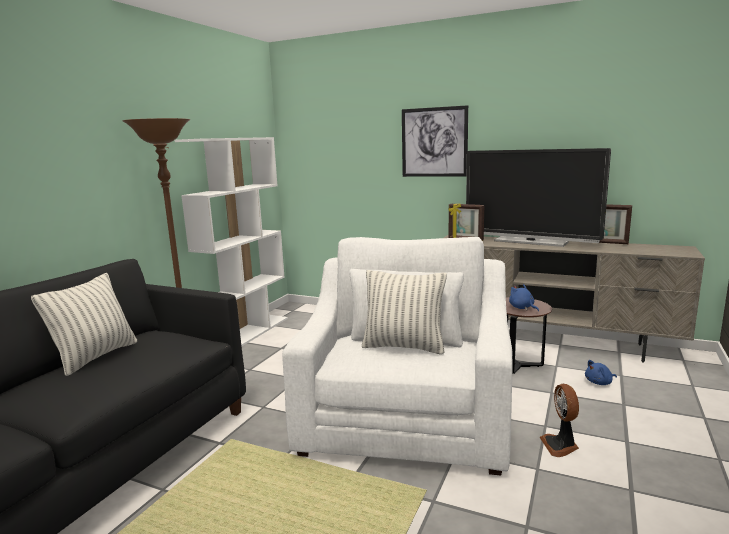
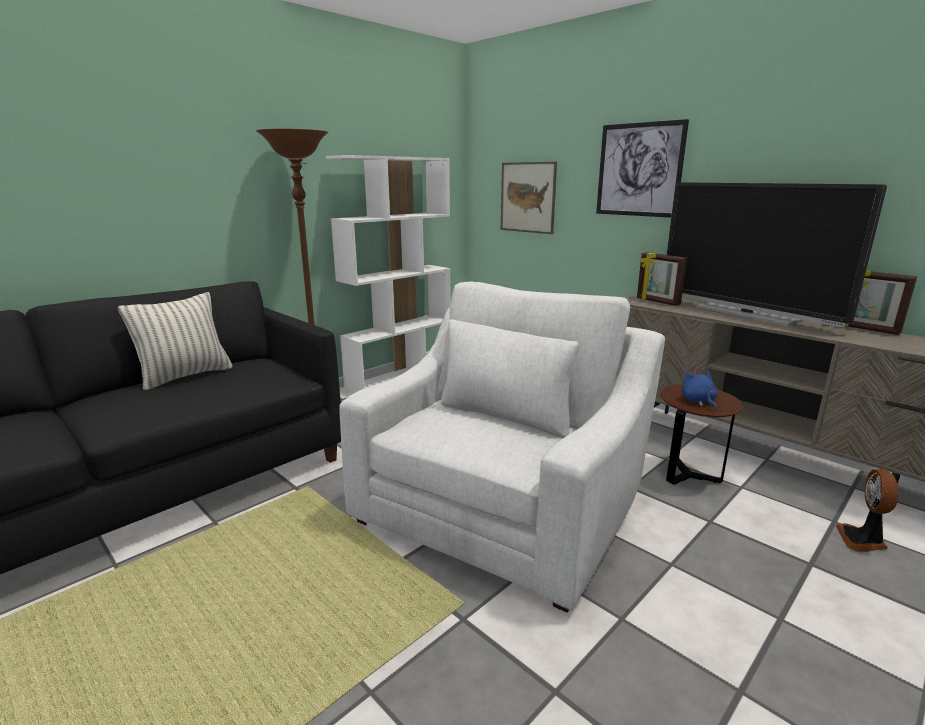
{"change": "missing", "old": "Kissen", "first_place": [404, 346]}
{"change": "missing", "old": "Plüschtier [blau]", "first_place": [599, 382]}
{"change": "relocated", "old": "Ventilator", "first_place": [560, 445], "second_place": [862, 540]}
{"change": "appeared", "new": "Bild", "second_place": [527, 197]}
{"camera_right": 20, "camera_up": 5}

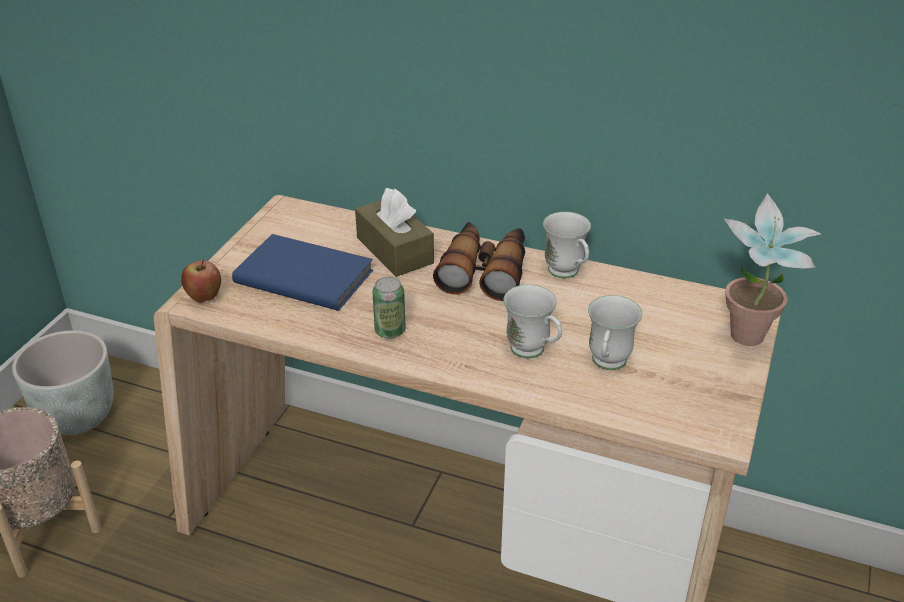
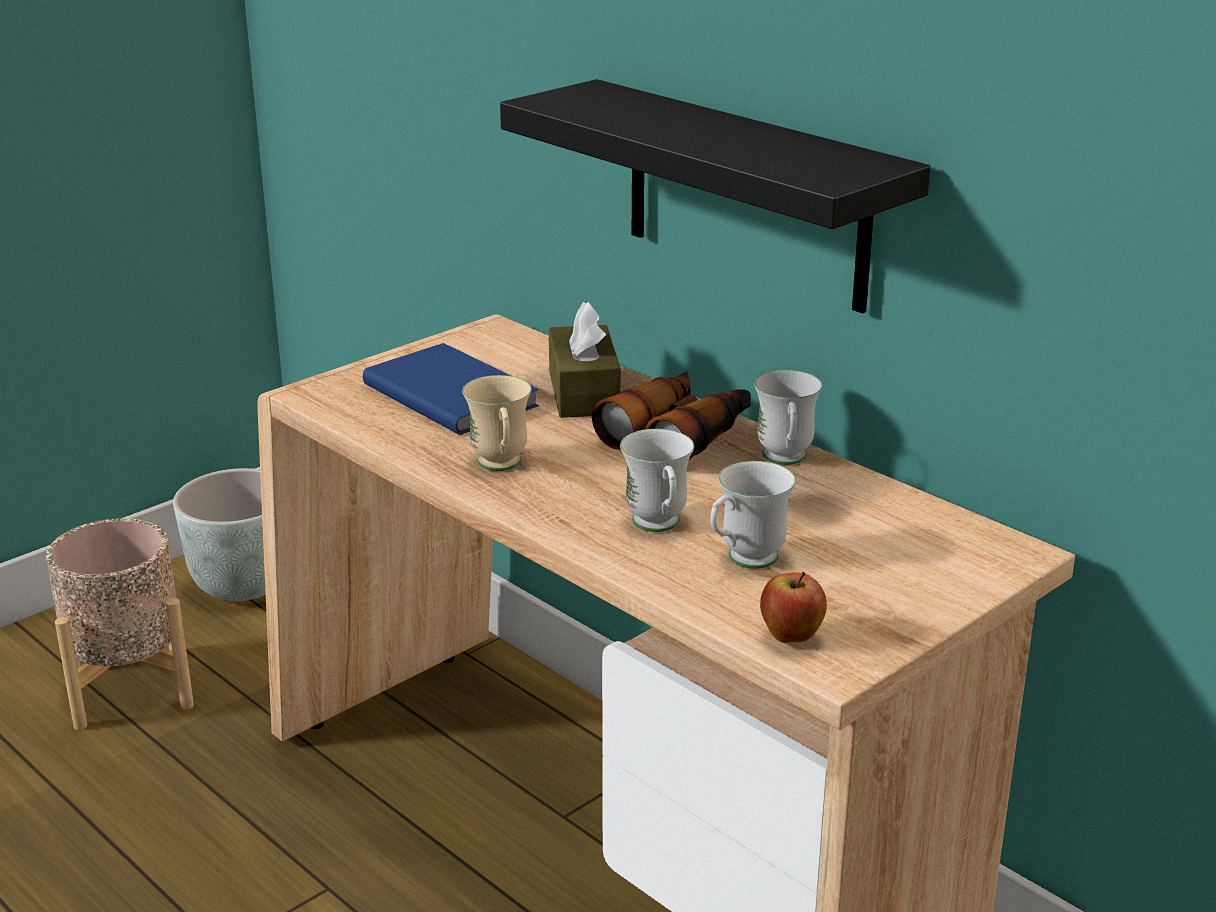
{"change": "missing", "old": "Topfpflanze", "first_place": [748, 344]}
{"change": "relocated", "old": "Apfel", "first_place": [204, 298], "second_place": [791, 638]}
{"change": "exchanged", "old": "Dose", "new": "Henkelbecher [beige]", "first_place": [390, 331], "second_place": [501, 467]}
{"change": "appeared", "new": "Wandregal [schwarz]", "second_place": [746, 195]}
{"camera_right": 25, "camera_up": -10}

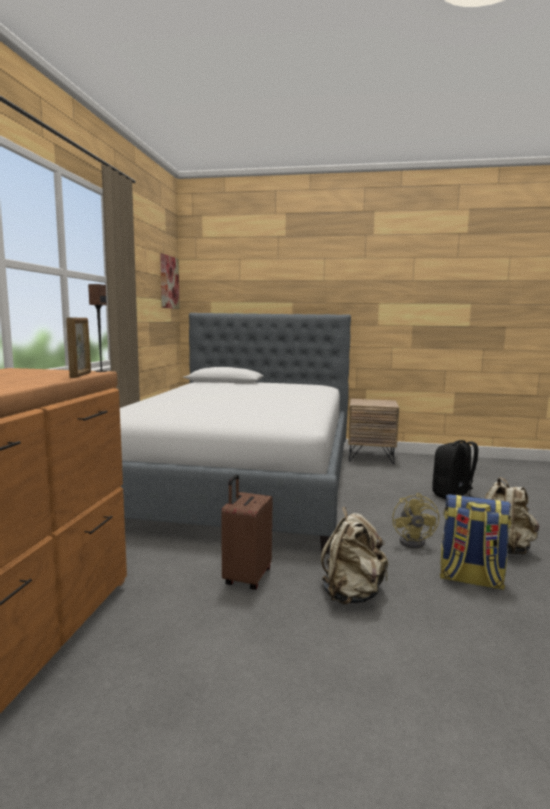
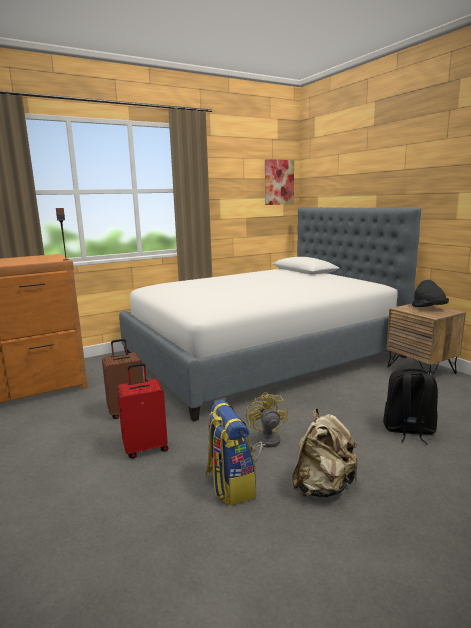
{"change": "missing", "old": "Bilderrahmen", "first_place": [81, 375]}
{"change": "spun", "old": "Ventilator [gelb]", "first_place": [415, 541], "second_place": [265, 444], "degrees": 120}
{"change": "exchanged", "old": "Rucksack [beige]", "new": "Koffer [rot]", "first_place": [352, 594], "second_place": [145, 448]}
{"change": "appeared", "new": "Hut [schwarz]", "second_place": [428, 308]}
{"camera_right": 50, "camera_up": 5}

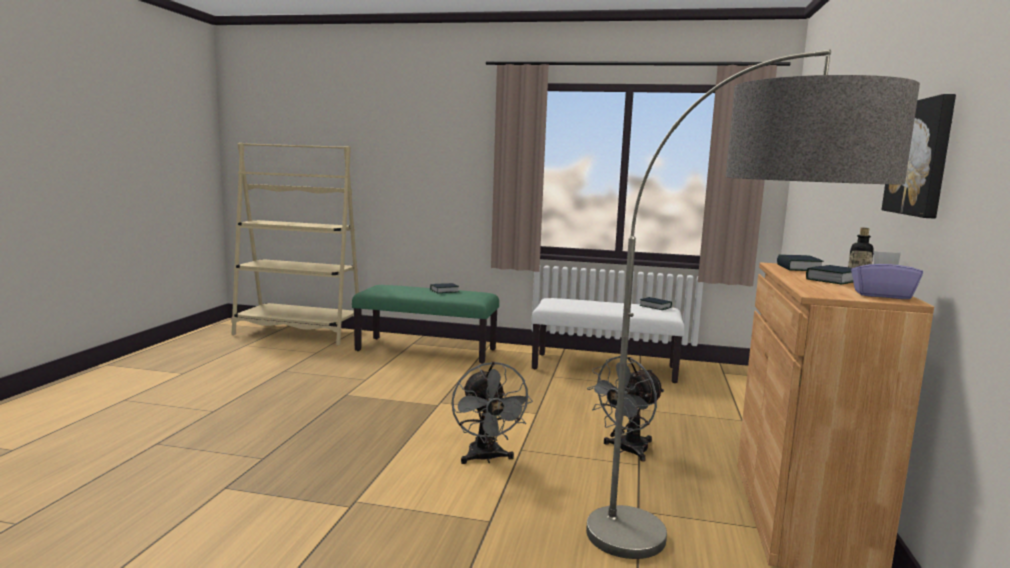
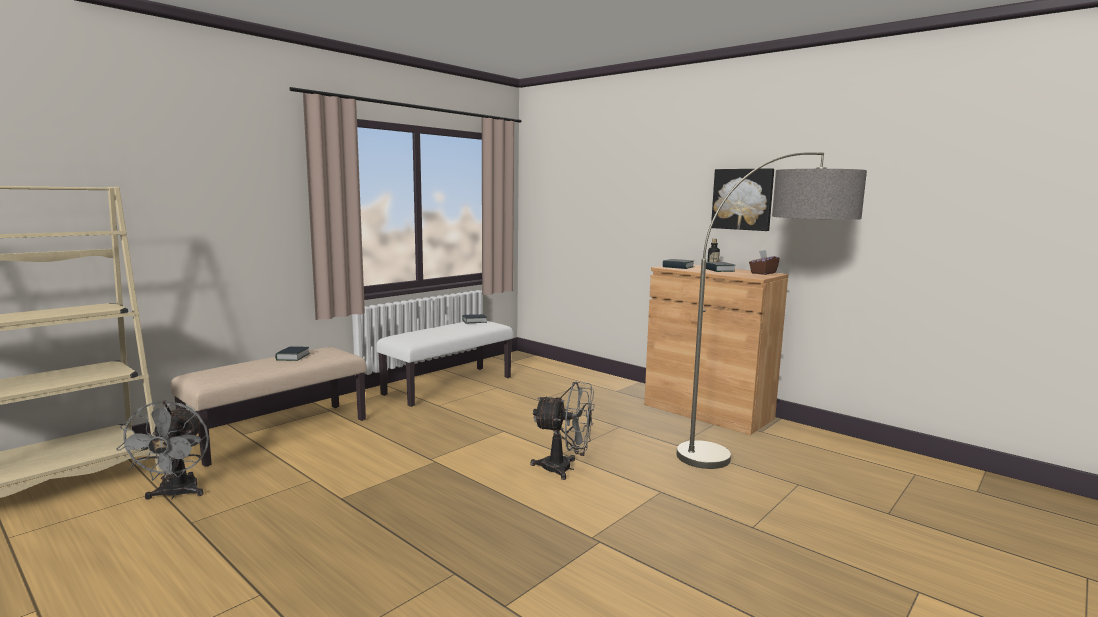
{"change": "colour", "old": "Taschentuchbox [lila]", "new": "Taschentuchbox [braun]", "first_place": [881, 295], "second_place": [763, 273]}
{"change": "colour", "old": "Bank [grün]", "new": "Bank [beige]", "first_place": [427, 350], "second_place": [279, 432]}
{"change": "relocated", "old": "Ventilator [grau]", "first_place": [626, 450], "second_place": [176, 494]}
{"camera_right": -60, "camera_up": 0}

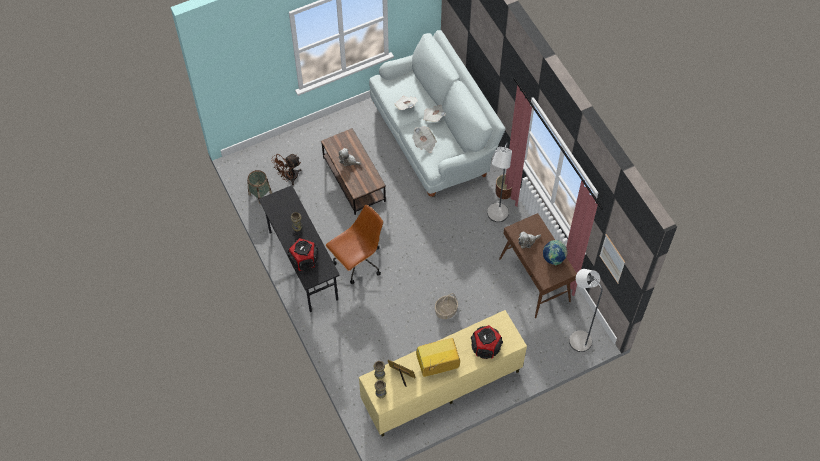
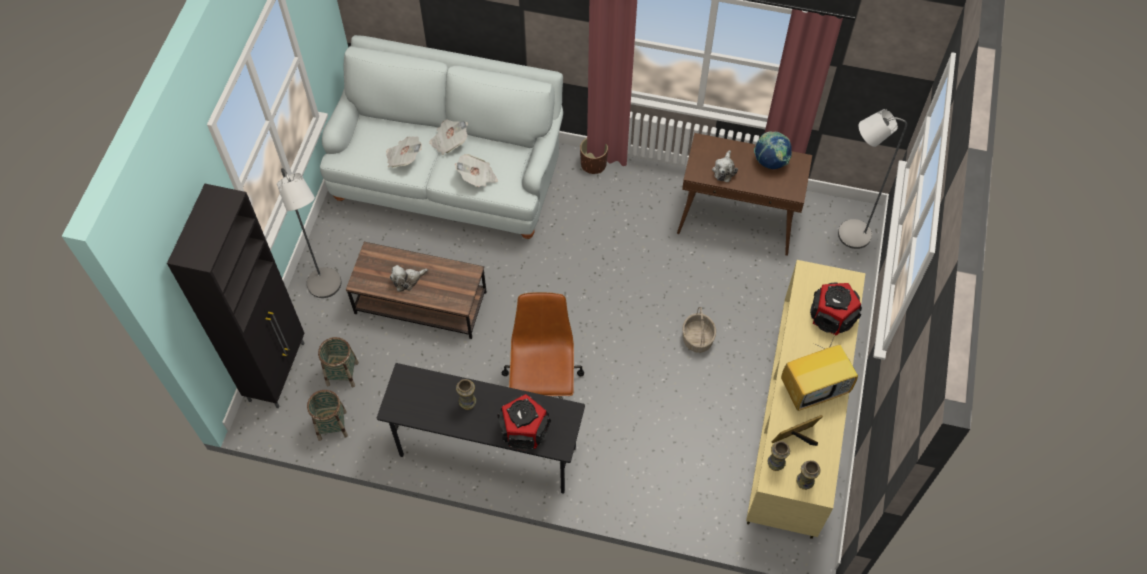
{"change": "relocated", "old": "Stehlampe [grau]", "first_place": [496, 216], "second_place": [327, 288]}
{"change": "exchanged", "old": "Ventilator [braun]", "new": "Korb", "first_place": [289, 177], "second_place": [342, 373]}
{"change": "missing", "old": "Bild", "first_place": [612, 258]}
{"change": "spun", "old": "Fernseher", "first_place": [437, 365], "second_place": [814, 388], "degrees": -135}
{"change": "appeared", "new": "Schrank [schwarz]", "second_place": [278, 371]}
{"camera_right": -50, "camera_up": 0}

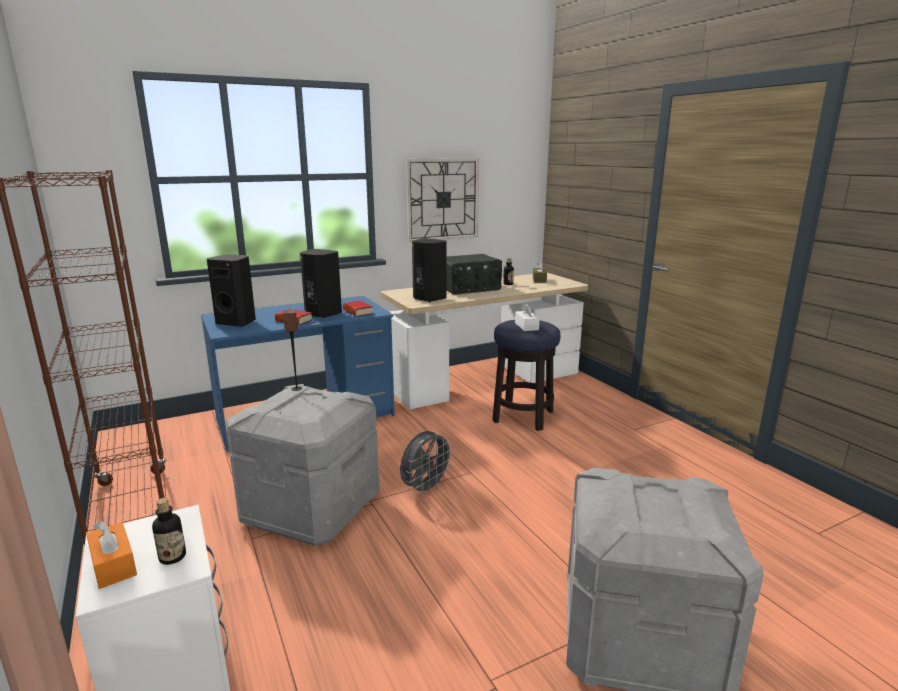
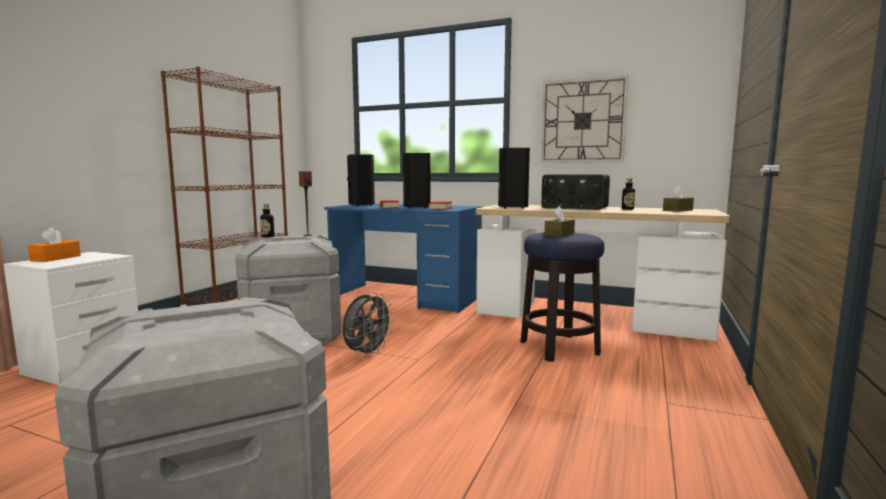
{"change": "colour", "old": "Taschentuchbox [weiß]", "new": "Taschentuchbox [braun]", "first_place": [526, 326], "second_place": [559, 234]}
{"change": "spun", "old": "Ventilator [grau]", "first_place": [425, 489], "second_place": [367, 353], "degrees": -60}
{"change": "relocated", "old": "Flasche", "first_place": [172, 557], "second_place": [268, 236]}
{"camera_right": 50, "camera_up": -10}

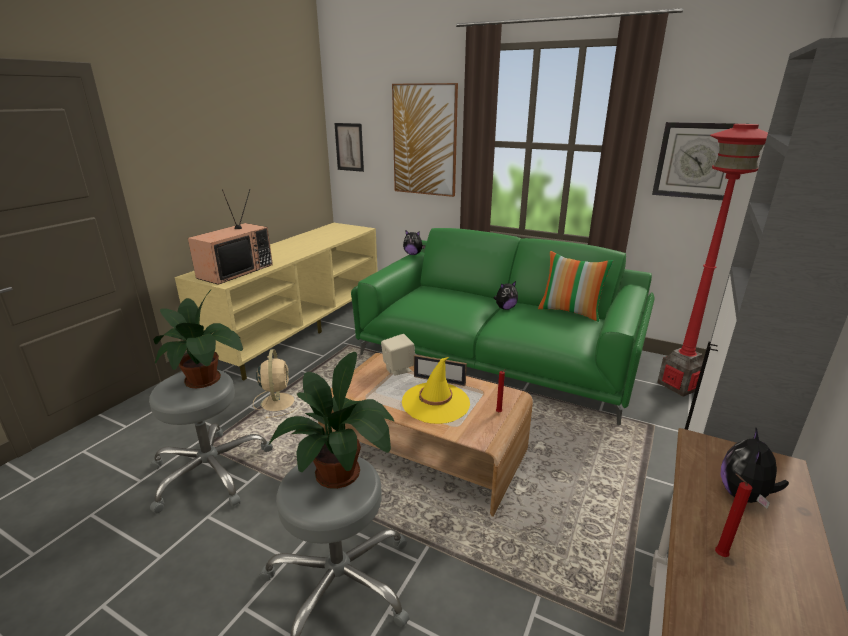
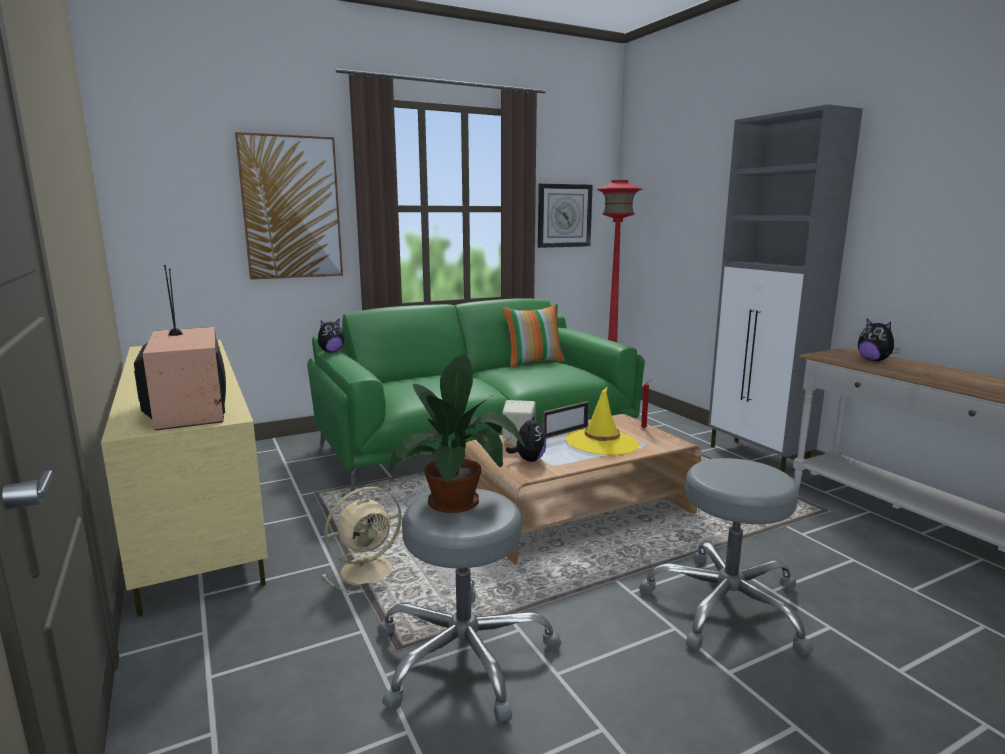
{"change": "missing", "old": "Bild", "first_place": [349, 147]}
{"change": "relocated", "old": "Plüschtier", "first_place": [505, 308], "second_place": [528, 460]}
{"change": "spun", "old": "Ventilator [beige]", "first_place": [278, 401], "second_place": [369, 570], "degrees": 120}
{"change": "missing", "old": "Topfpflanze", "first_place": [342, 471]}
{"change": "missing", "old": "Kerze [rot]", "first_place": [718, 554]}
{"camera_right": -55, "camera_up": -10}

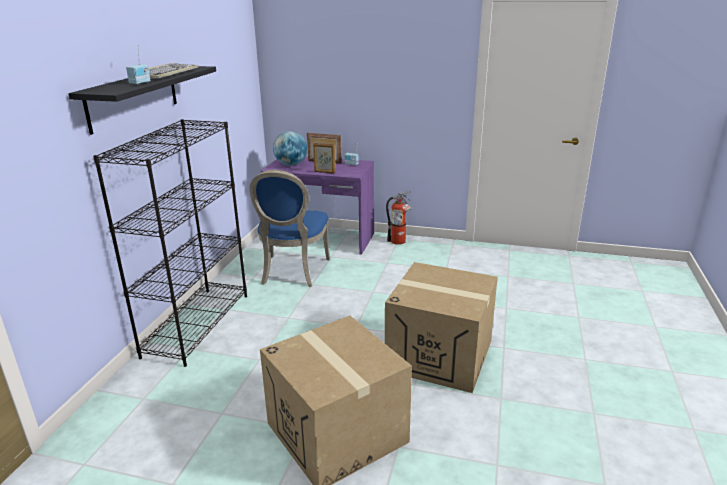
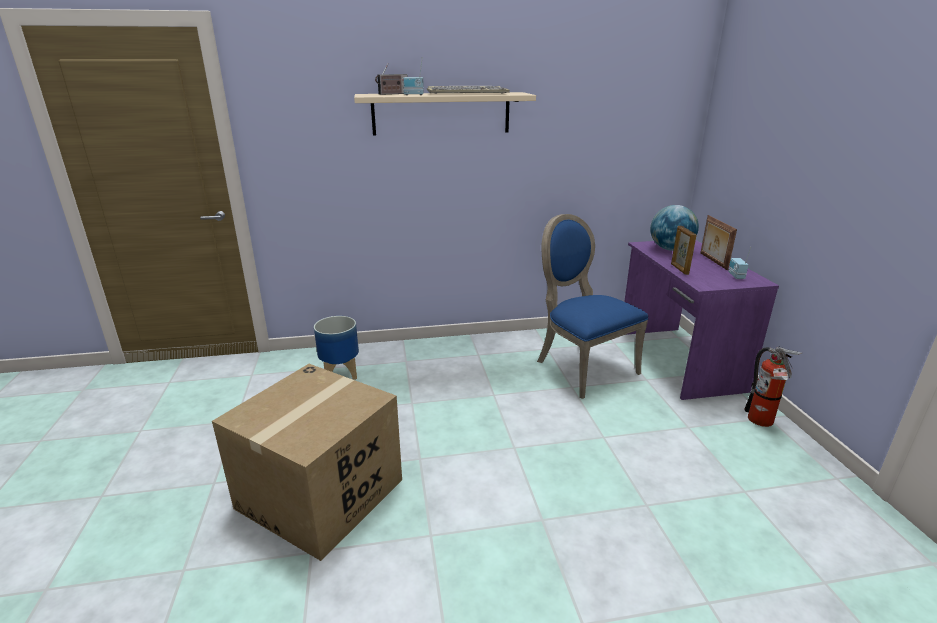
{"change": "colour", "old": "Wandregal [schwarz]", "new": "Wandregal [beige]", "first_place": [133, 97], "second_place": [441, 113]}
{"change": "missing", "old": "Bücherregal [schwarz]", "first_place": [197, 324]}
{"change": "spun", "old": "Stuhl [blau]", "first_place": [292, 272], "second_place": [582, 367], "degrees": 75}
{"change": "missing", "old": "Karton", "first_place": [440, 355]}
{"change": "appeared", "new": "Radio", "second_place": [392, 94]}
{"change": "appeared", "new": "Pflanzkübel", "second_place": [341, 373]}
{"camera_right": 65, "camera_up": 0}

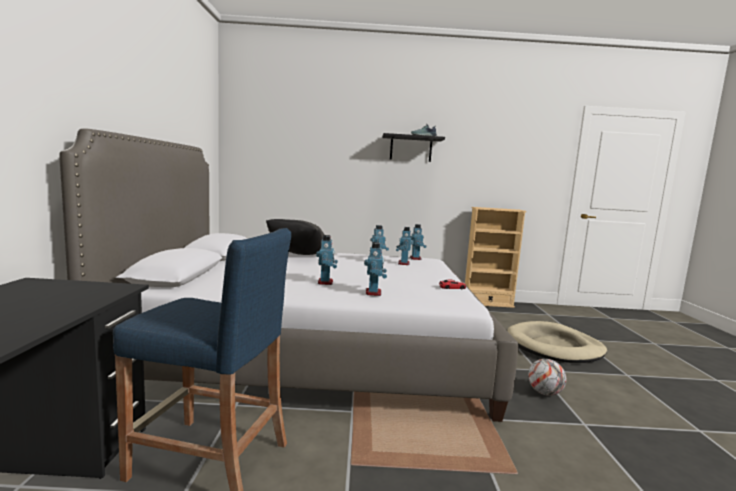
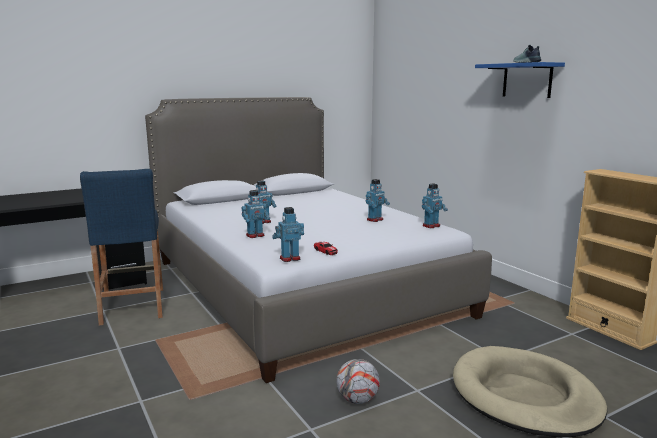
{"change": "colour", "old": "Wandregal [schwarz]", "new": "Wandregal [blau]", "first_place": [411, 148], "second_place": [527, 80]}
{"change": "missing", "old": "Kissen [schwarz]", "first_place": [298, 256]}
{"change": "relocated", "old": "Spielzeugroboter", "first_place": [403, 263], "second_place": [289, 258]}
{"camera_right": 60, "camera_up": 5}

